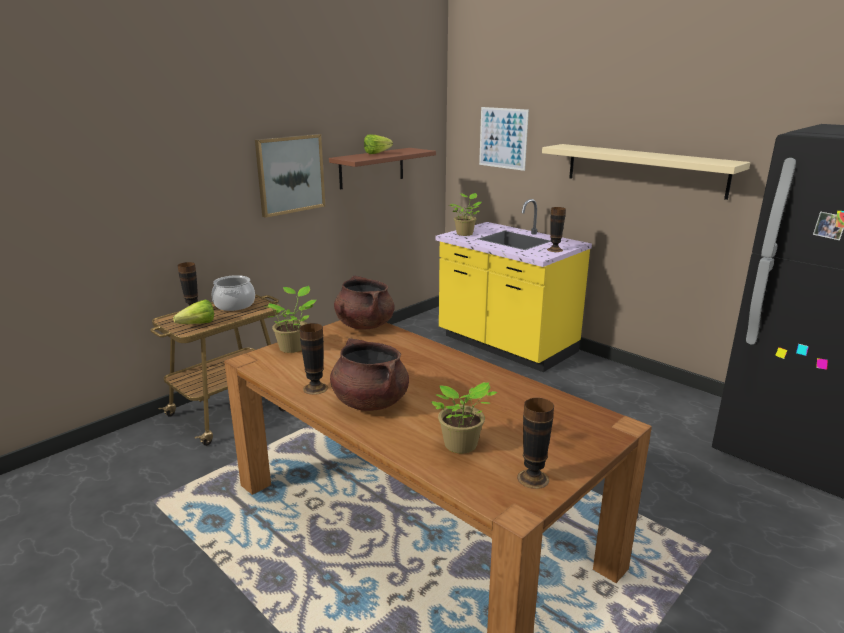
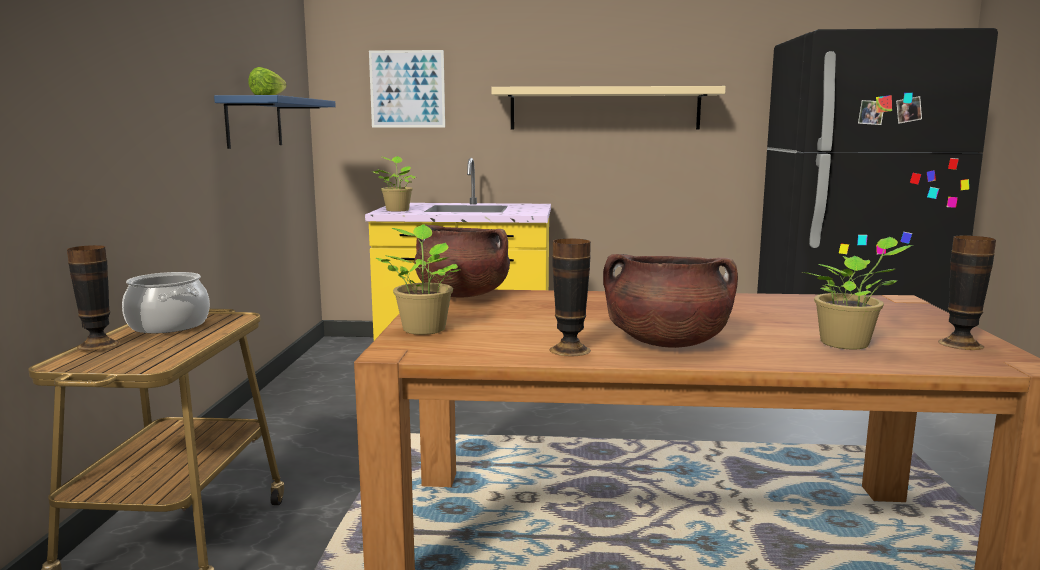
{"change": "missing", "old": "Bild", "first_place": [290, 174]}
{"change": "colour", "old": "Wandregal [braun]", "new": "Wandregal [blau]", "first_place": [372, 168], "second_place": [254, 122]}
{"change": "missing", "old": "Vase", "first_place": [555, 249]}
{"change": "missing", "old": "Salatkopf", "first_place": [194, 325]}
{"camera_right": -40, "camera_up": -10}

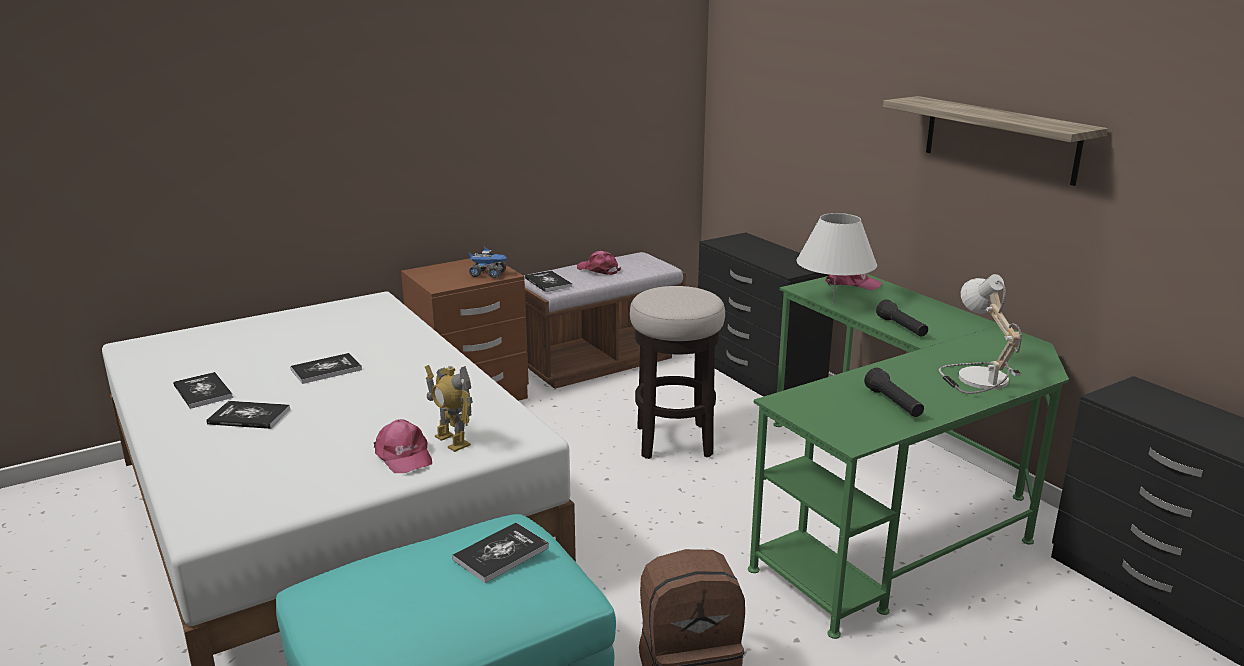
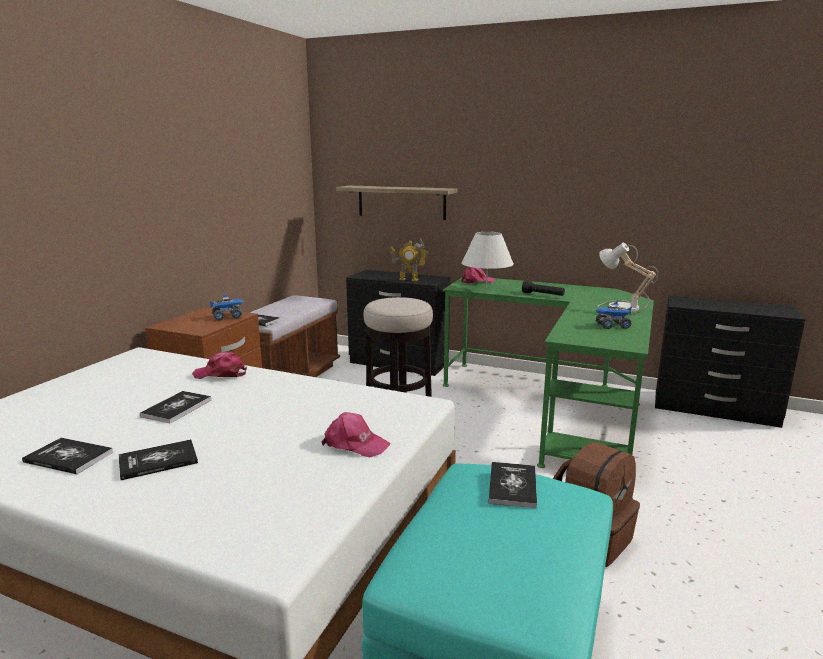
{"change": "relocated", "old": "Wandregal", "first_place": [1000, 139], "second_place": [401, 202]}
{"change": "relocated", "old": "Kappe [rosa]", "first_place": [598, 270], "second_place": [221, 374]}
{"change": "relocated", "old": "Spielzeugroboter", "first_place": [452, 441], "second_place": [408, 279]}
{"change": "exchanged", "old": "Taschenlampe [schwarz]", "new": "Spielzeuglaster", "first_place": [893, 404], "second_place": [612, 326]}
{"camera_right": -35, "camera_up": -5}

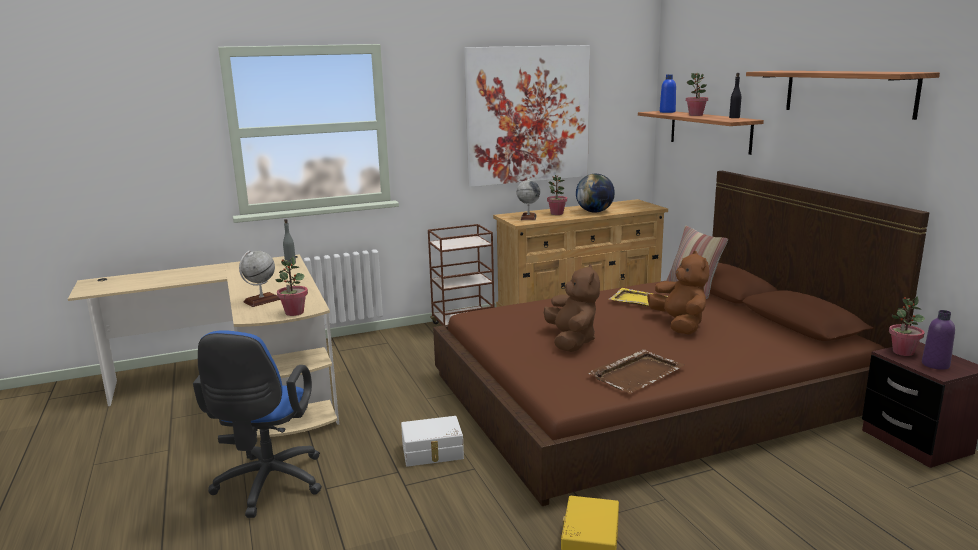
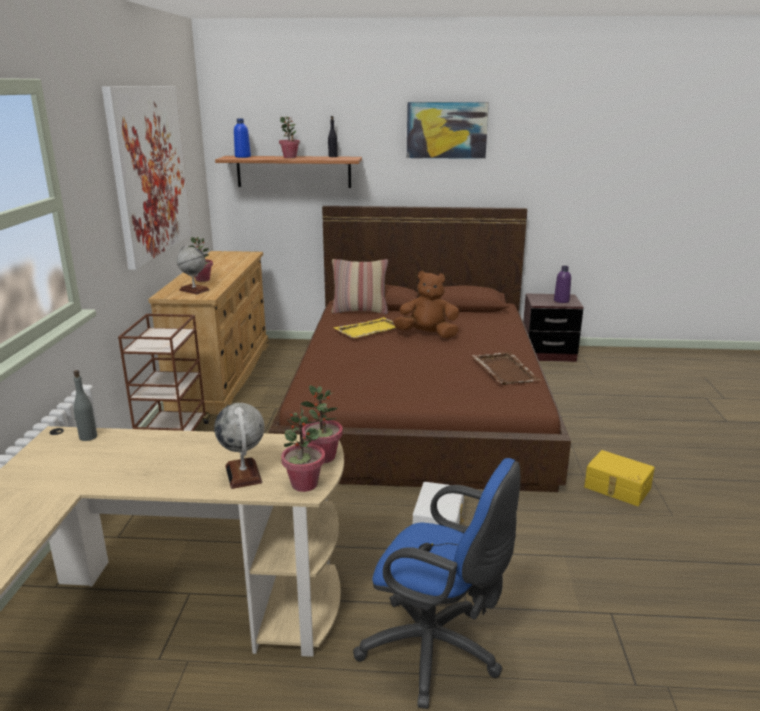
{"change": "exchanged", "old": "Wandregal", "new": "Bild", "first_place": [848, 92], "second_place": [446, 130]}
{"change": "missing", "old": "Globus", "first_place": [594, 212]}
{"change": "missing", "old": "Plüschtier [braun]", "first_place": [571, 341]}
{"change": "relocated", "old": "Topfpflanze", "first_place": [902, 352], "second_place": [304, 484]}
{"camera_right": -65, "camera_up": 5}

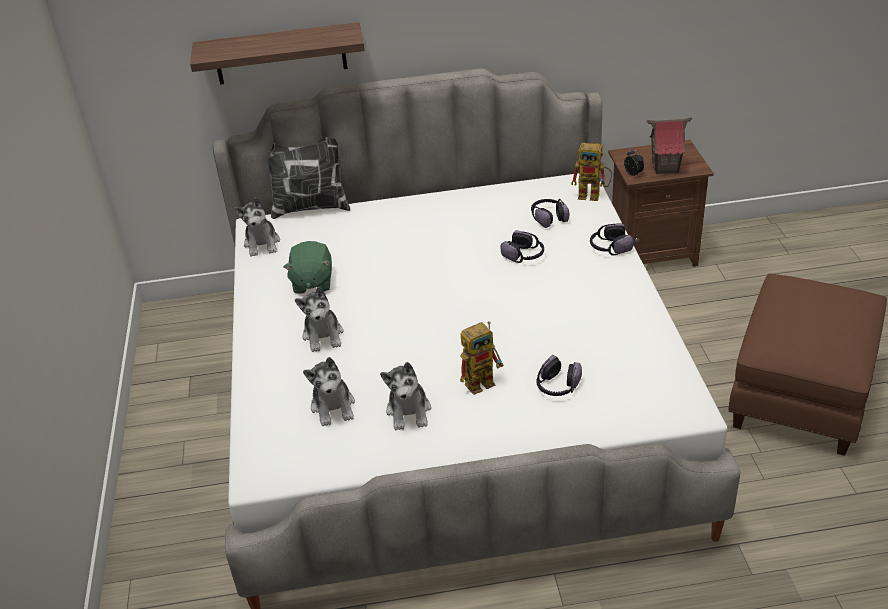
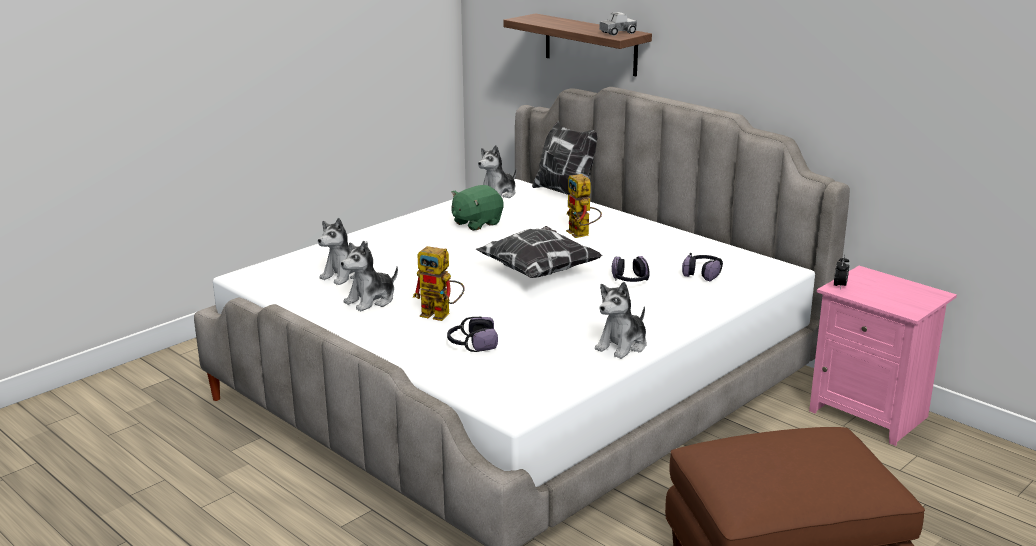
{"change": "missing", "old": "Spielzeughaus", "first_place": [665, 168]}
{"change": "colour", "old": "Nachttisch [braun]", "new": "Nachttisch [rosa]", "first_place": [652, 253], "second_place": [870, 413]}
{"change": "relocated", "old": "Spielzeugroboter", "first_place": [594, 195], "second_place": [582, 234]}
{"change": "missing", "old": "Kopfhörer", "first_place": [609, 247]}
{"change": "relocated", "old": "Plüschtier", "first_place": [323, 335], "second_place": [622, 345]}
{"change": "appeared", "new": "Spielzeuglaster", "second_place": [617, 33]}
{"change": "appeared", "new": "Kissen", "second_place": [538, 272]}
{"camera_right": 50, "camera_up": -15}

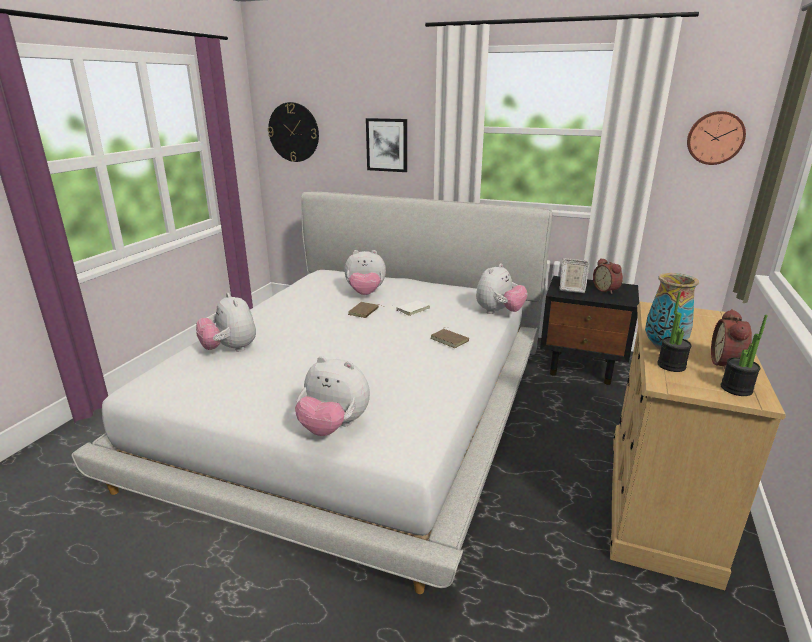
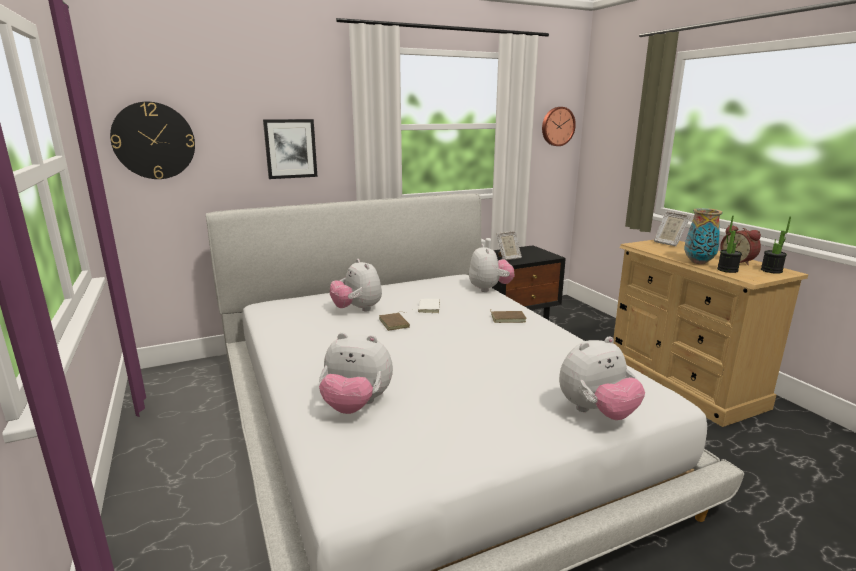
{"change": "spun", "old": "Plüschtier", "first_place": [365, 294], "second_place": [357, 309], "degrees": 105}
{"change": "missing", "old": "Wecker", "first_place": [606, 290]}
{"change": "appeared", "new": "Bilderrahmen", "second_place": [668, 243]}
{"camera_right": -45, "camera_up": -5}

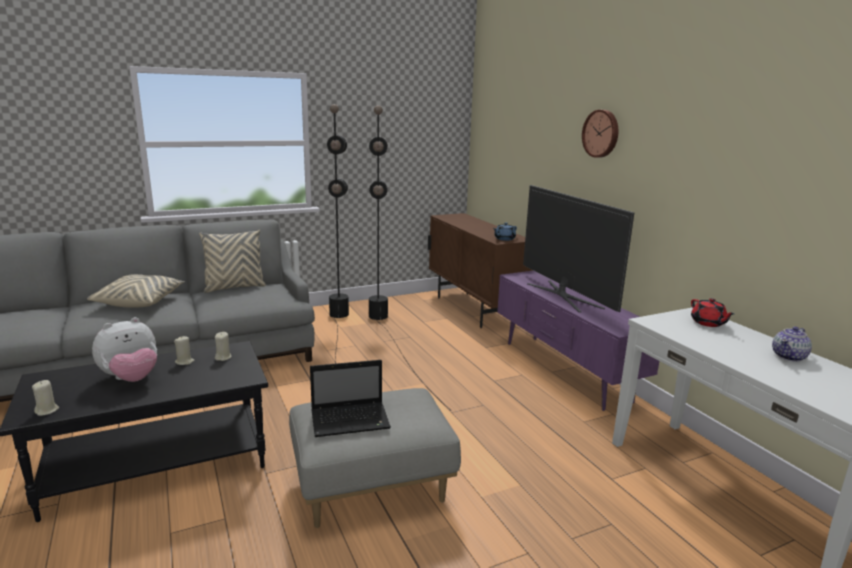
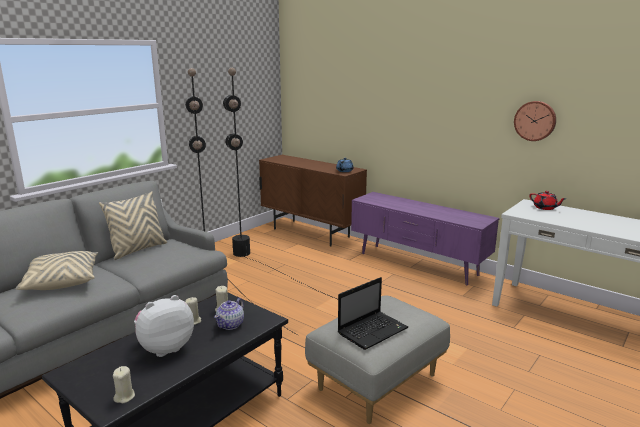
{"change": "relocated", "old": "Wanduhr", "first_place": [601, 133], "second_place": [535, 120]}
{"change": "missing", "old": "Fernseher", "first_place": [564, 295]}
{"change": "spun", "old": "Plüschtier", "first_place": [131, 379], "second_place": [165, 348], "degrees": -150}
{"change": "relocated", "old": "Teekanne", "first_place": [789, 356], "second_place": [231, 324]}
{"camera_right": -25, "camera_up": 0}

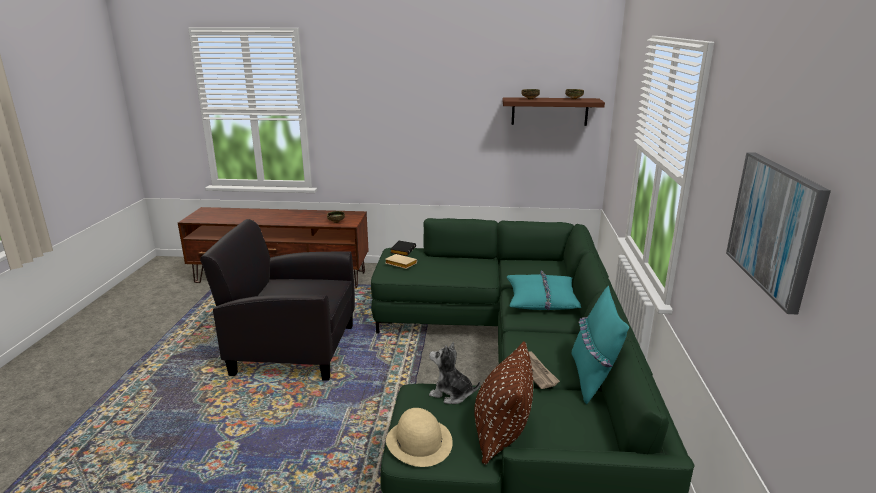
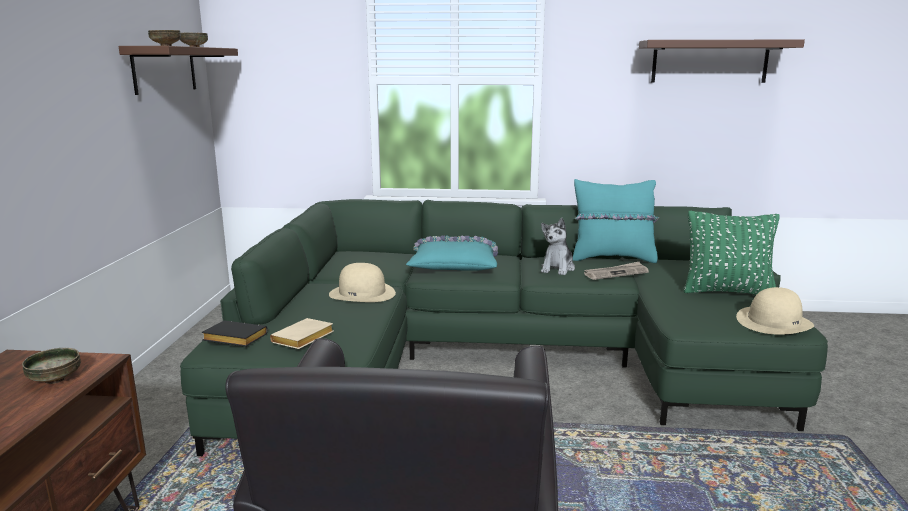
{"change": "exchanged", "old": "Bild", "new": "Wandregal [braun]", "first_place": [775, 227], "second_place": [709, 61]}
{"change": "colour", "old": "Kissen [braun]", "new": "Kissen [grün]", "first_place": [501, 434], "second_place": [727, 292]}
{"change": "relocated", "old": "Plüschtier", "first_place": [451, 394], "second_place": [557, 268]}
{"change": "appeared", "new": "Hut [beige]", "second_place": [362, 293]}
{"camera_right": -90, "camera_up": -5}

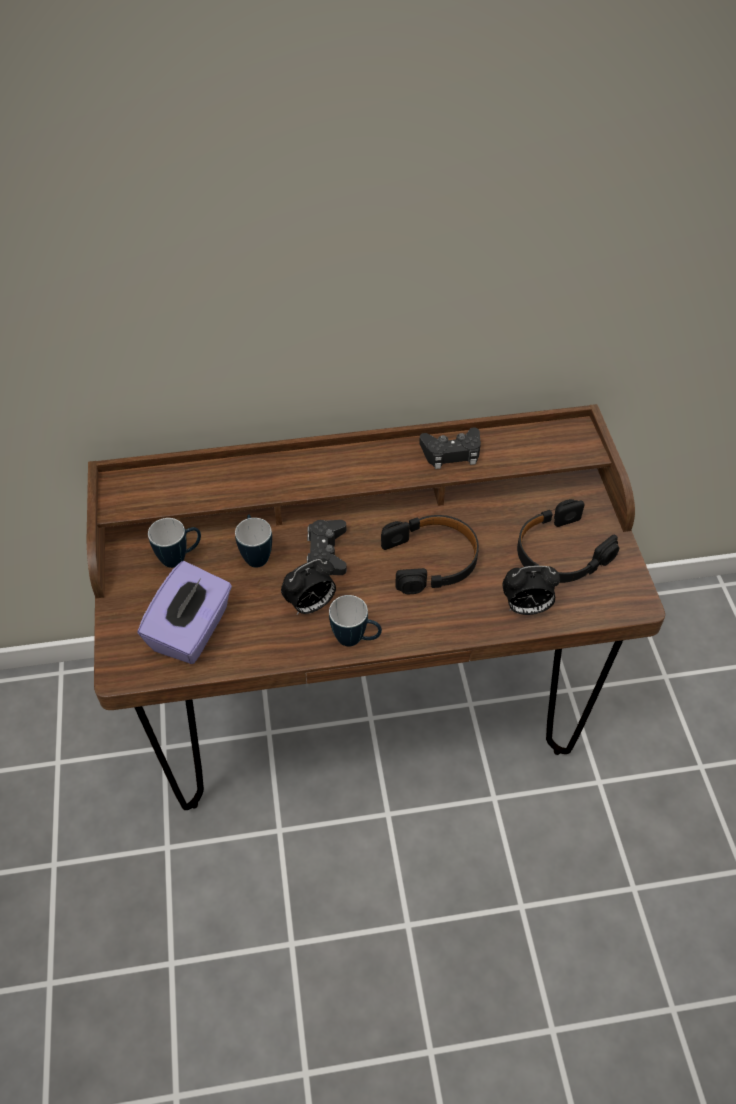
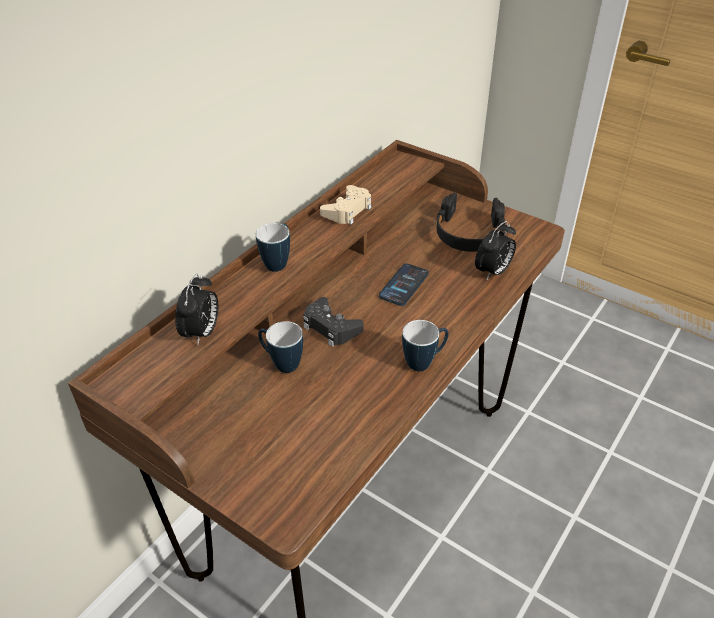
{"change": "colour", "old": "Gamepad [schwarz]", "new": "Gamepad [beige]", "first_place": [451, 452], "second_place": [347, 210]}
{"change": "exchanged", "old": "Kopfhörer [schwarz]", "new": "Handy", "first_place": [431, 560], "second_place": [404, 285]}
{"change": "relocated", "old": "Henkelbecher", "first_place": [180, 558], "second_place": [279, 262]}
{"change": "relocated", "old": "Wecker", "first_place": [310, 605], "second_place": [202, 333]}
{"change": "missing", "old": "Taschentuchbox [lila]", "first_place": [192, 631]}
{"camera_right": -45, "camera_up": -10}

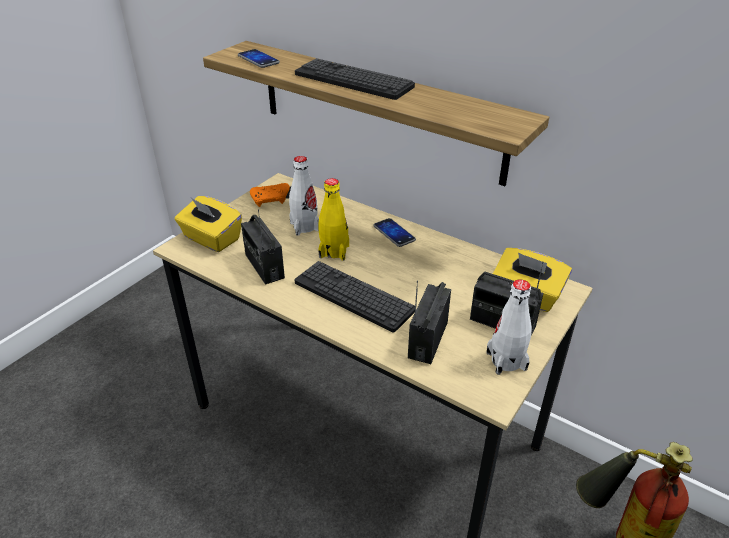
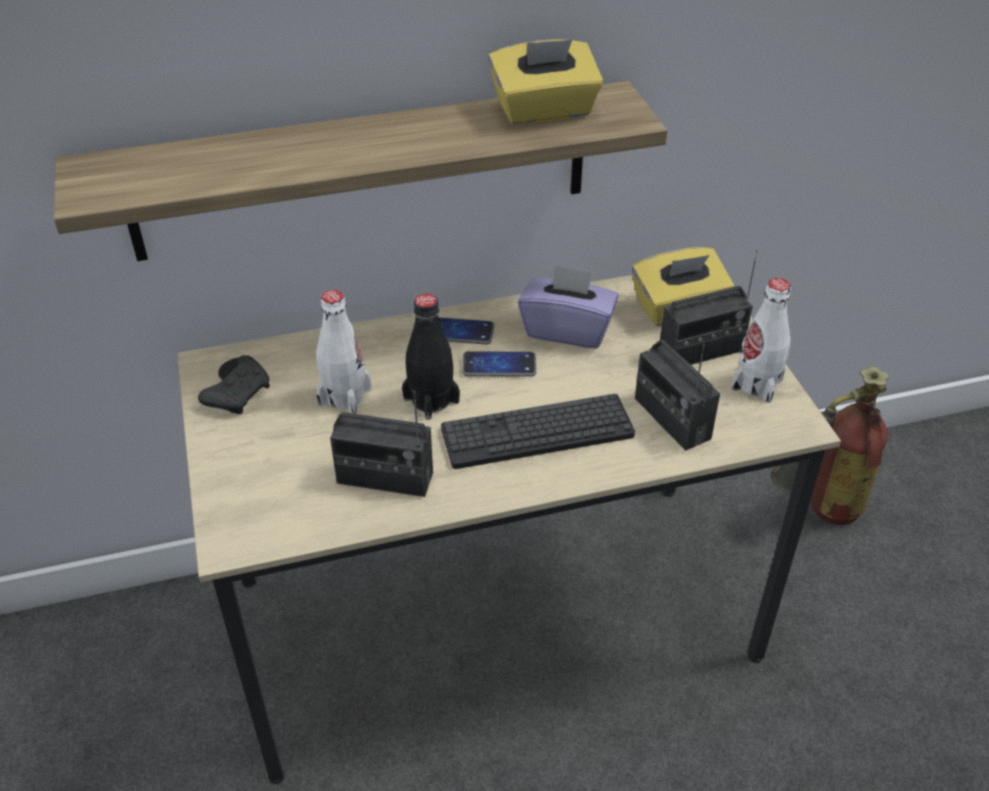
{"change": "relocated", "old": "Handy", "first_place": [258, 59], "second_place": [499, 365]}
{"change": "missing", "old": "Tastatur", "first_place": [353, 80]}
{"change": "colour", "old": "Flasche [gelb]", "new": "Flasche [schwarz]", "first_place": [334, 251], "second_place": [431, 400]}
{"change": "colour", "old": "Gamepad [orange]", "new": "Gamepad [schwarz]", "first_place": [271, 200], "second_place": [240, 394]}
{"change": "relocated", "old": "Taschentuchbox [gelb]", "first_place": [211, 239], "second_place": [544, 111]}
{"change": "appeared", "new": "Taschentuchbox [lila]", "second_place": [567, 330]}
{"camera_right": -50, "camera_up": 5}

